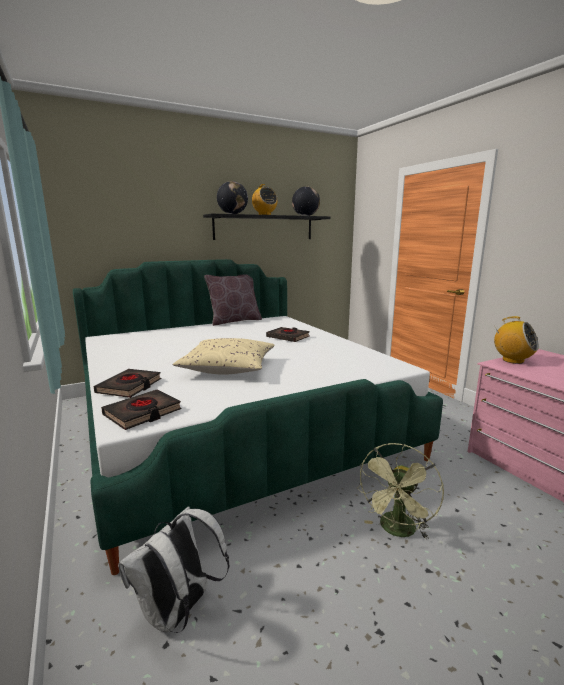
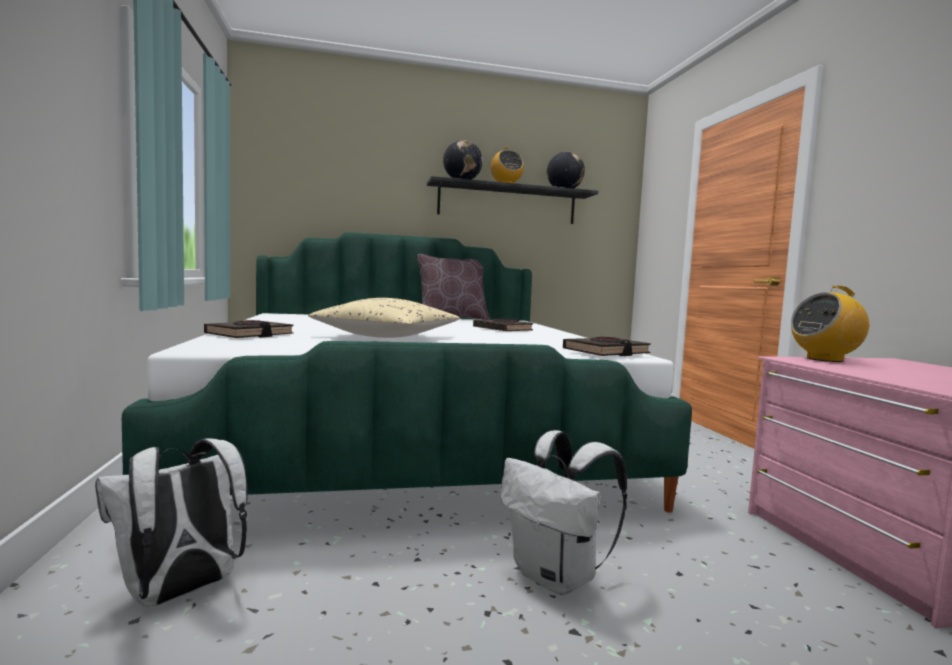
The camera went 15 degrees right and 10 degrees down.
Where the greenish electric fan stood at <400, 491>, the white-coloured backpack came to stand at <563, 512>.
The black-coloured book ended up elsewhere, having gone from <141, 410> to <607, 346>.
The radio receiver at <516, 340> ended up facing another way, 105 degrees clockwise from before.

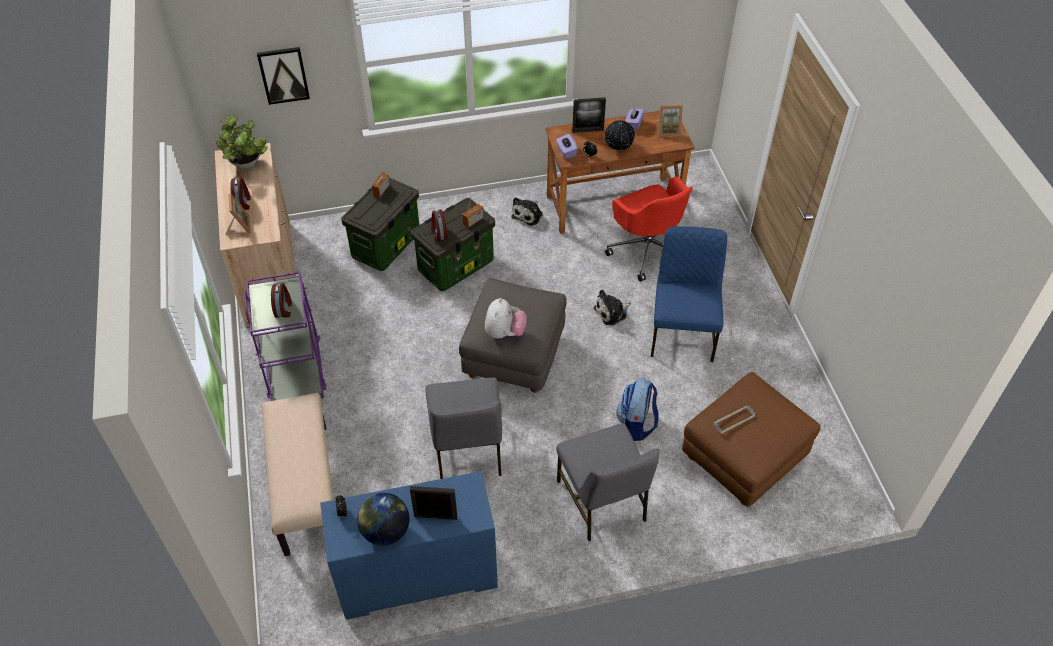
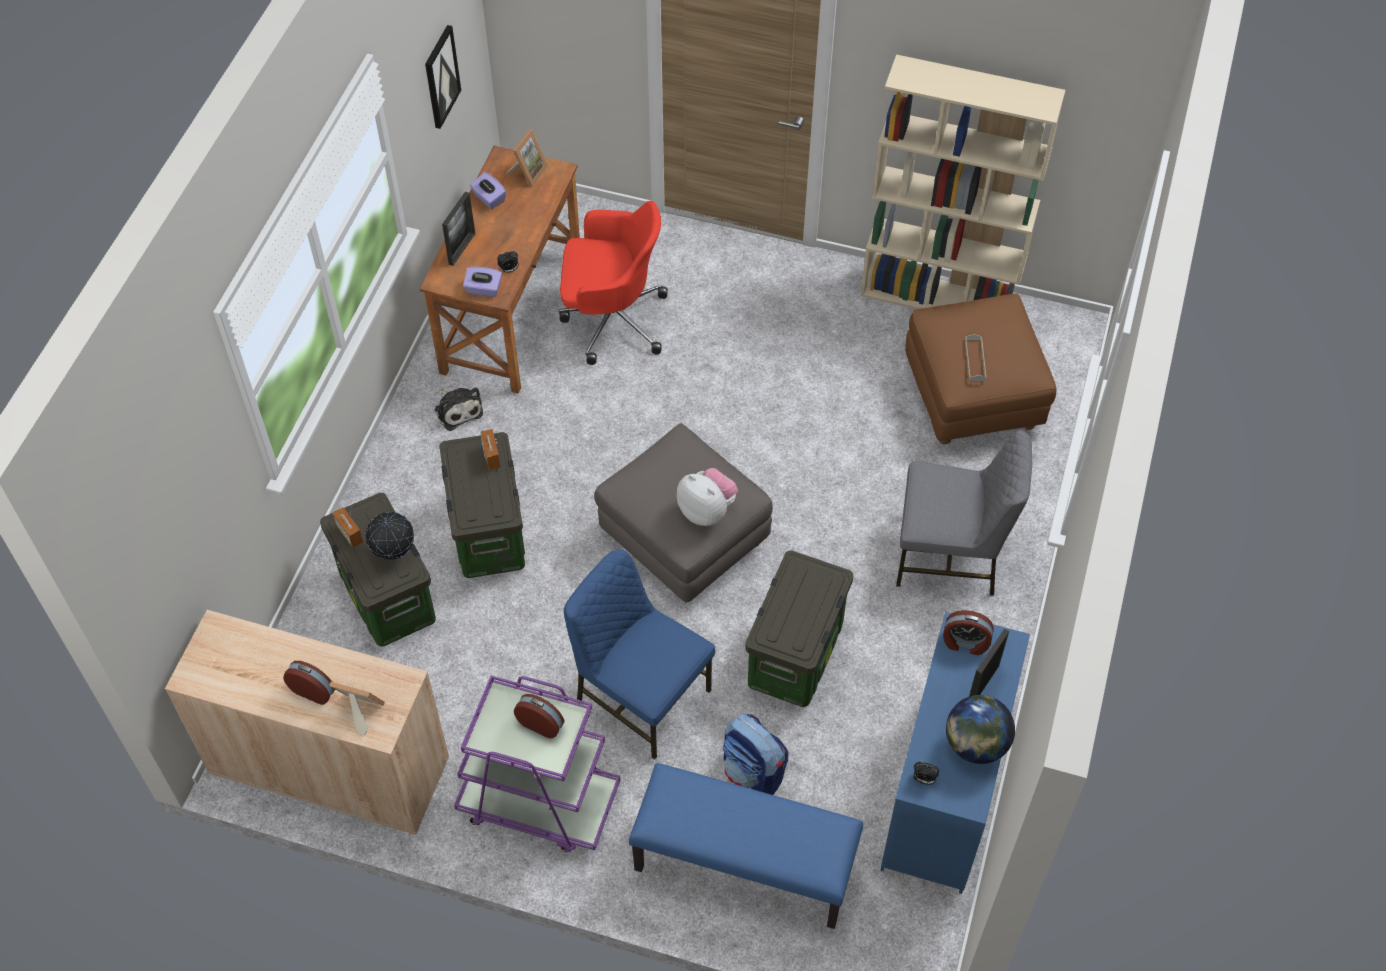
The camera went 60 degrees left and 5 degrees up.
The world globe ended up elsewhere, having gone from <620, 135> to <390, 536>.
The wall picture ended up elsewhere, having gone from <283, 76> to <443, 77>.
The blue-coloured plain chair ended up elsewhere, having gone from <689, 294> to <639, 654>.
What was the beige indoor bench at <297, 474> turned into the blue-coloured indoor bench at <746, 846>.
The backpack ended up elsewhere, having gone from <637, 409> to <756, 754>.
Where the grey plain chair stood at <463, 428>, the storage box came to stand at <799, 628>.
The second view gained the beige shelving unit at <962, 181>.
The alarm clock ended up elsewhere, having gone from <439, 225> to <968, 632>.
The second view lost the plant in a pot at <242, 142>.
The second view lost the cuddly toy at <612, 307>.

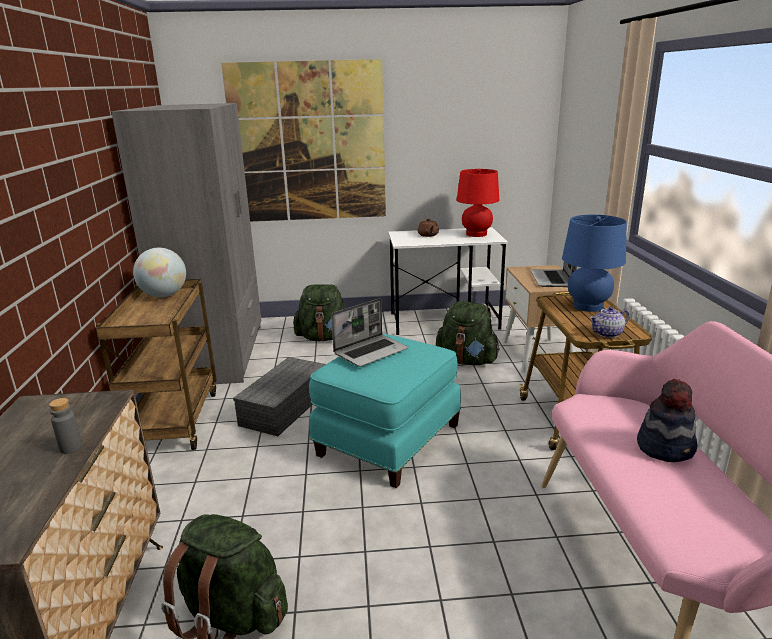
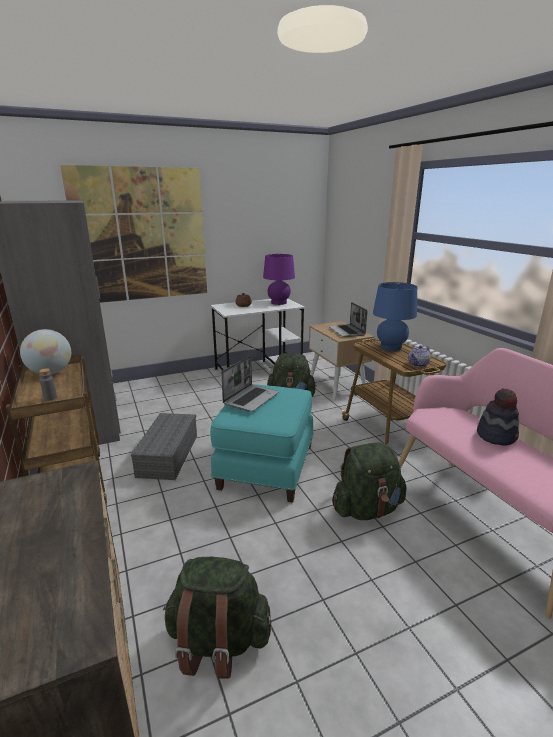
The camera went 20 degrees left and 0 degrees up.
The grey drink bottle ended up elsewhere, having gone from <65, 426> to <48, 384>.
What was the reddish lamp for a table at <478, 203> turned into the purple-coloured lamp for a table at <279, 279>.
The greenish backpack ended up elsewhere, having gone from <319, 312> to <369, 481>.

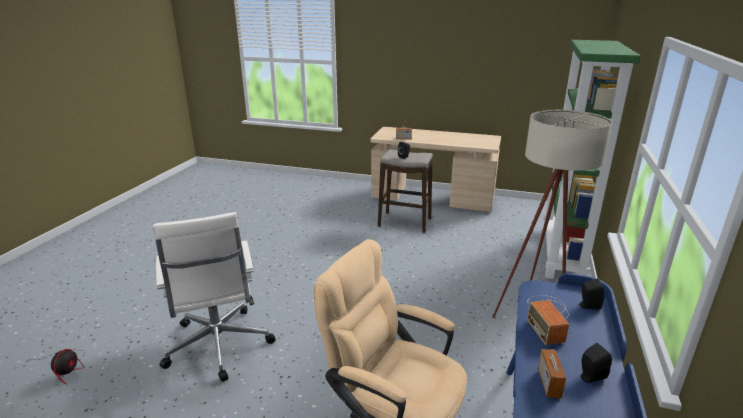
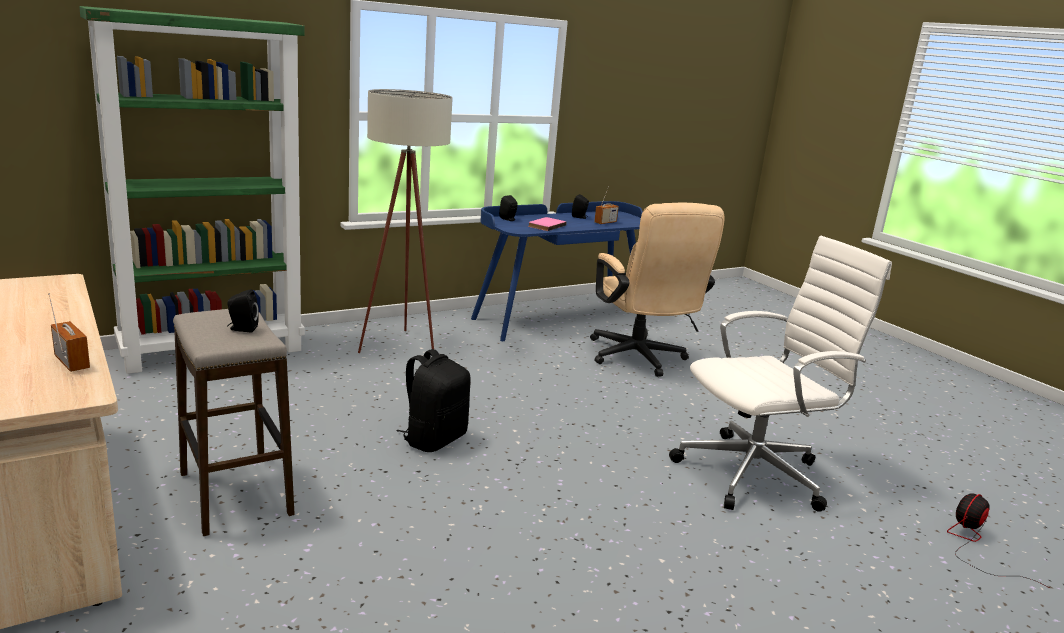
The camera went 140 degrees left and 5 degrees down.
The second view gained the black-coloured backpack at <433, 400>.
Where the radio receiver stood at <548, 320>, the pink-coloured book came to stand at <547, 224>.
The white-coloured office chair at <214, 297> ended up facing another way, 45 degrees clockwise from before.

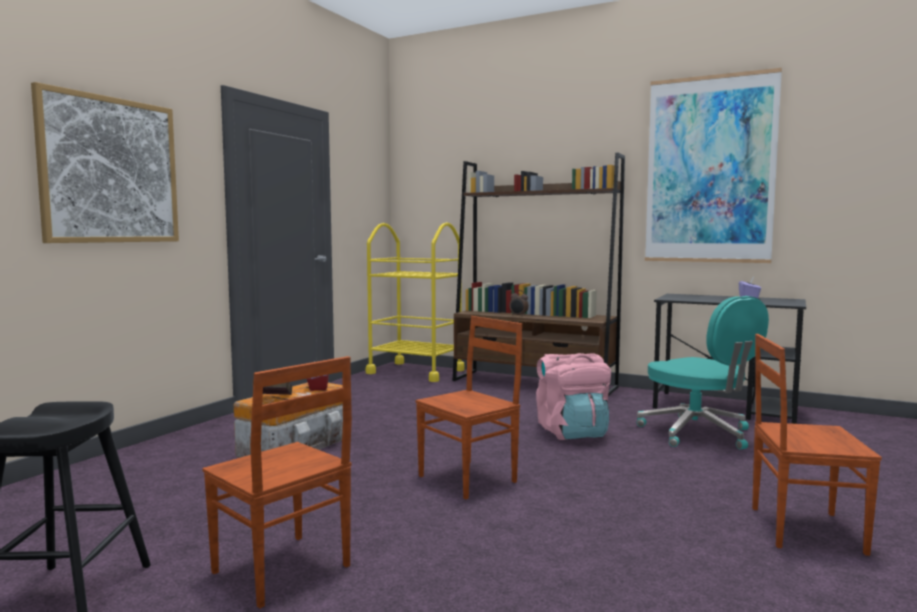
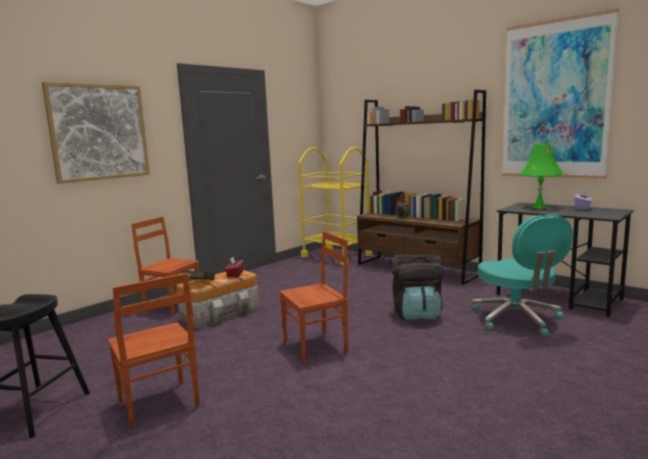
The camera went 15 degrees right and 5 degrees up.
The brownish plain chair ended up elsewhere, having gone from <817, 445> to <165, 267>.
What was the pink-coloured backpack at <573, 396> turned into the black-coloured backpack at <417, 287>.
The second view gained the greenish lamp for a table at <541, 175>.

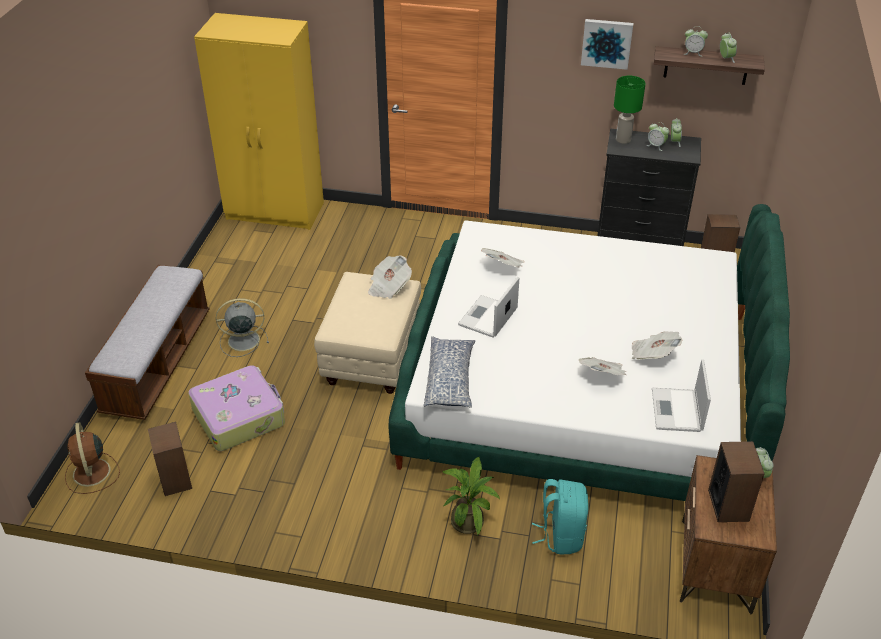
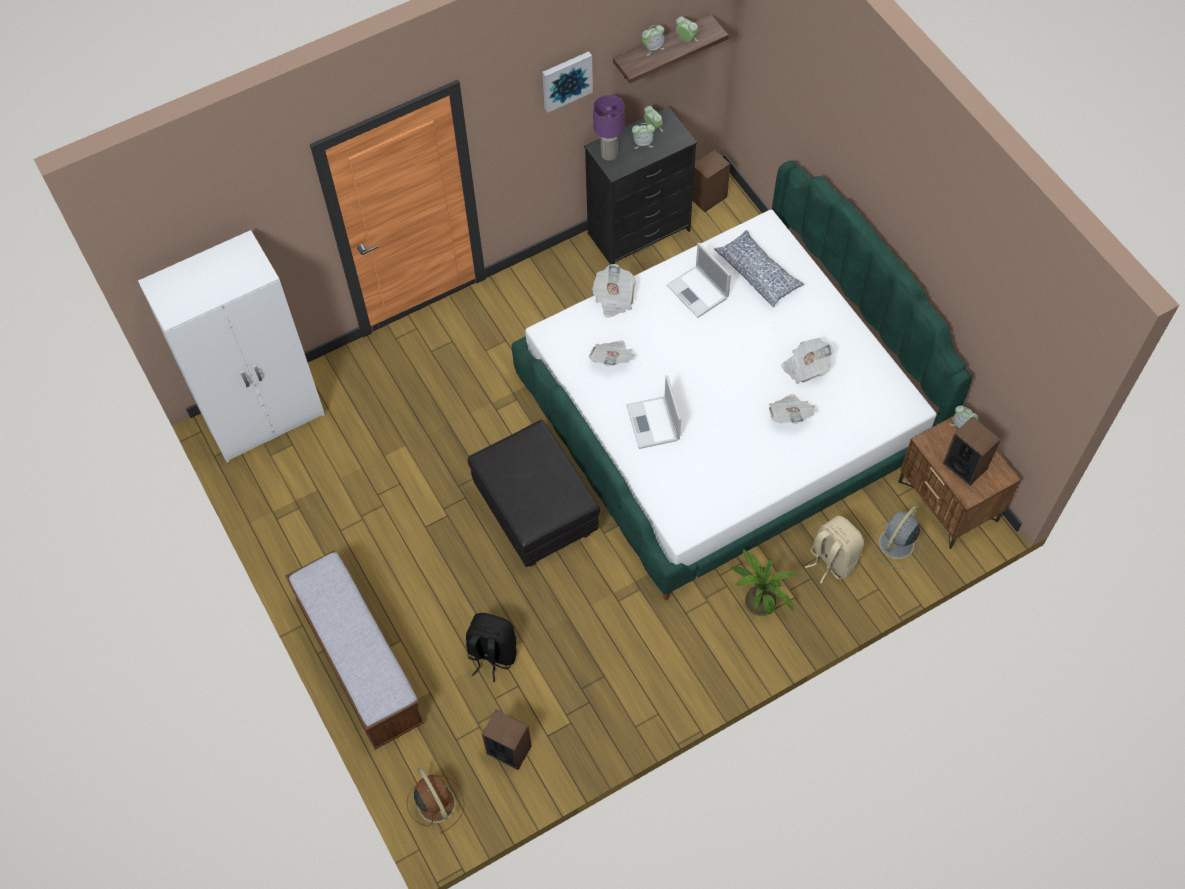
The camera went 40 degrees left and 20 degrees up.
What was the yellow wardrobe at <259, 121> turned into the white-coloured wardrobe at <231, 346>.
The brownish electric fan at <92, 458> ended up facing another way, 150 degrees counterclockwise from before.
Where the travel case stood at <236, 408>, the black-coloured backpack came to stand at <491, 647>.
What was the beige ottoman at <367, 333> turned into the black-coloured ottoman at <534, 493>.
The daily paper ended up elsewhere, having gone from <390, 277> to <614, 291>.
What was the greenish lamp for a table at <630, 110> turned into the purple-coloured lamp for a table at <609, 128>.
The portable computer ended up elsewhere, having gone from <681, 395> to <699, 280>.
The pillow ended up elsewhere, having gone from <449, 372> to <759, 268>.
What was the turquoise backpack at <560, 516> turned into the beige backpack at <834, 549>.
The grey electric fan ended up elsewhere, having gone from <242, 327> to <895, 537>.

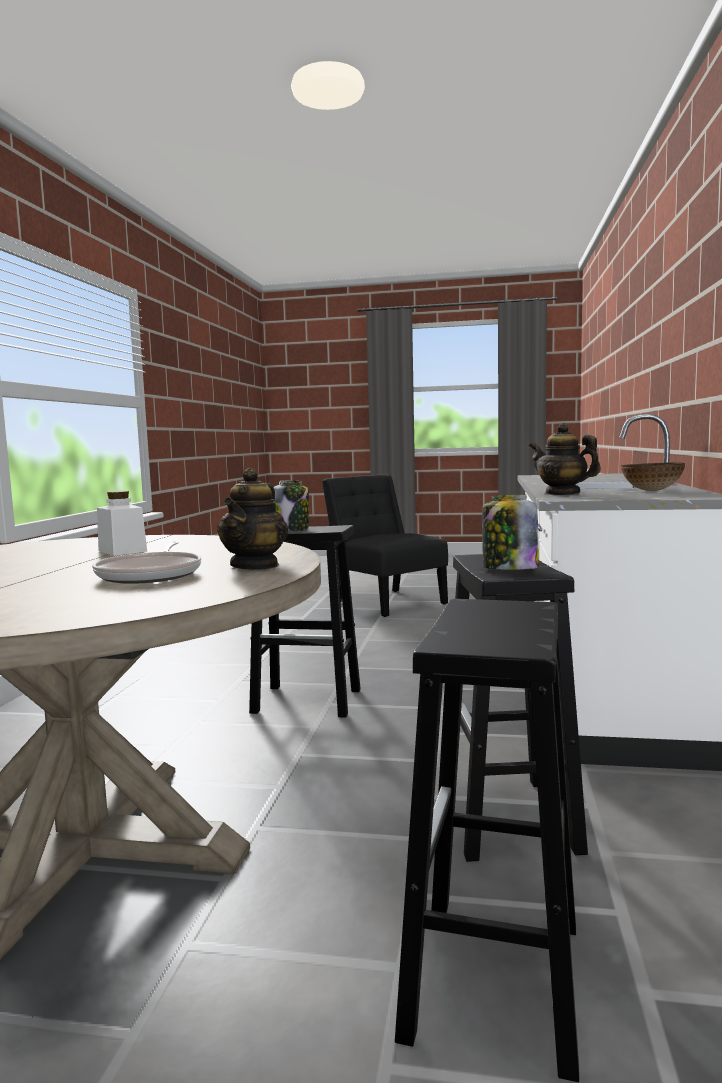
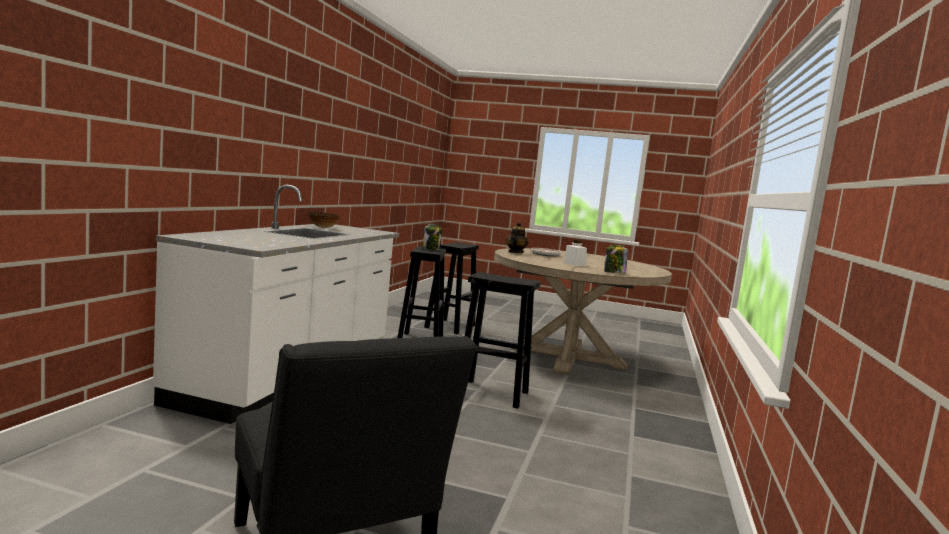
The camera went 175 degrees left and 0 degrees up.
The jar ended up elsewhere, having gone from <291, 505> to <616, 258>.
The second view lost the tea pot at <565, 459>.

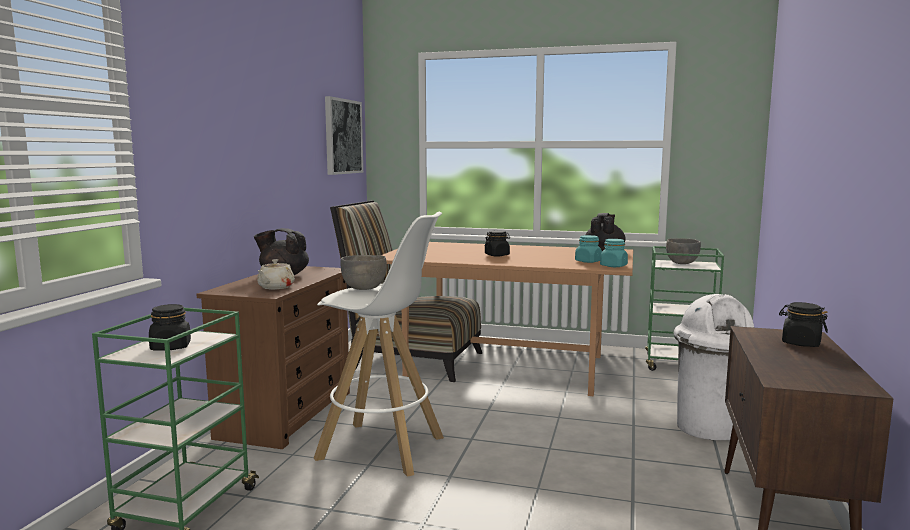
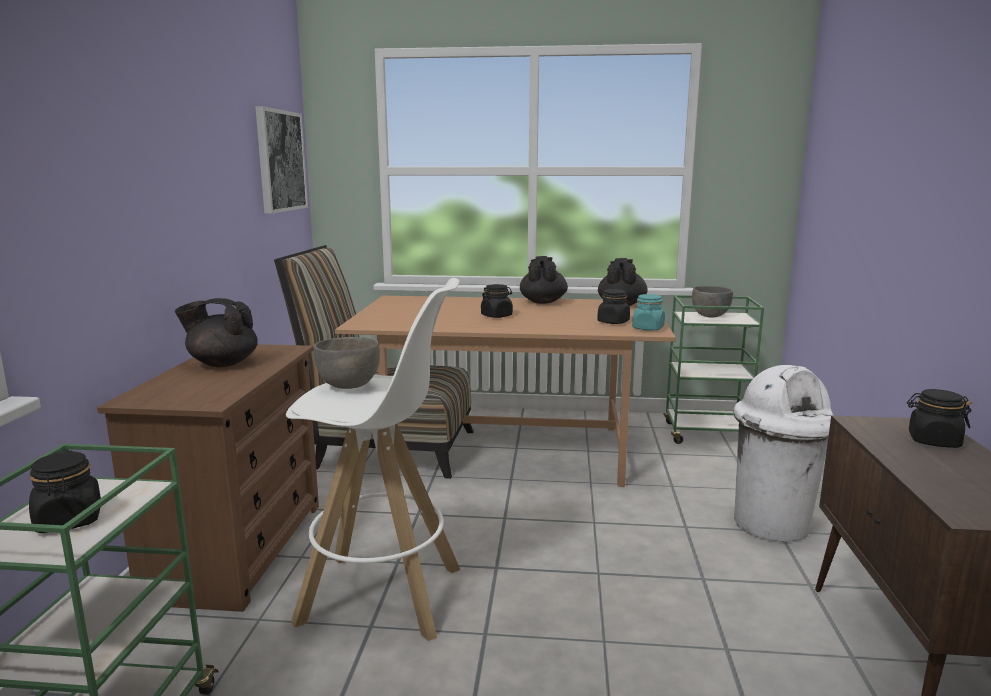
The camera went 10 degrees left and 5 degrees up.
The second view gained the black-coloured tea pot at <544, 280>.
What was the turquoise jar at <588, 249> turned into the black-coloured jar at <613, 306>.
The second view lost the beige tea pot at <276, 274>.

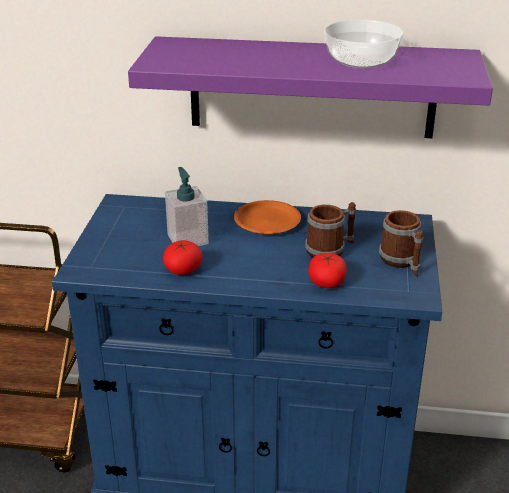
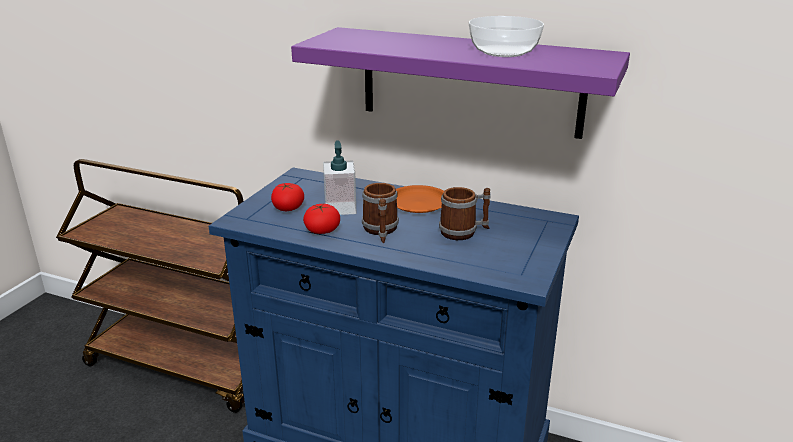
The camera went 15 degrees right and 5 degrees down.
The whole tomato ended up elsewhere, having gone from <328, 270> to <287, 197>.
The coffee mug ended up elsewhere, having gone from <401, 243> to <380, 213>.

